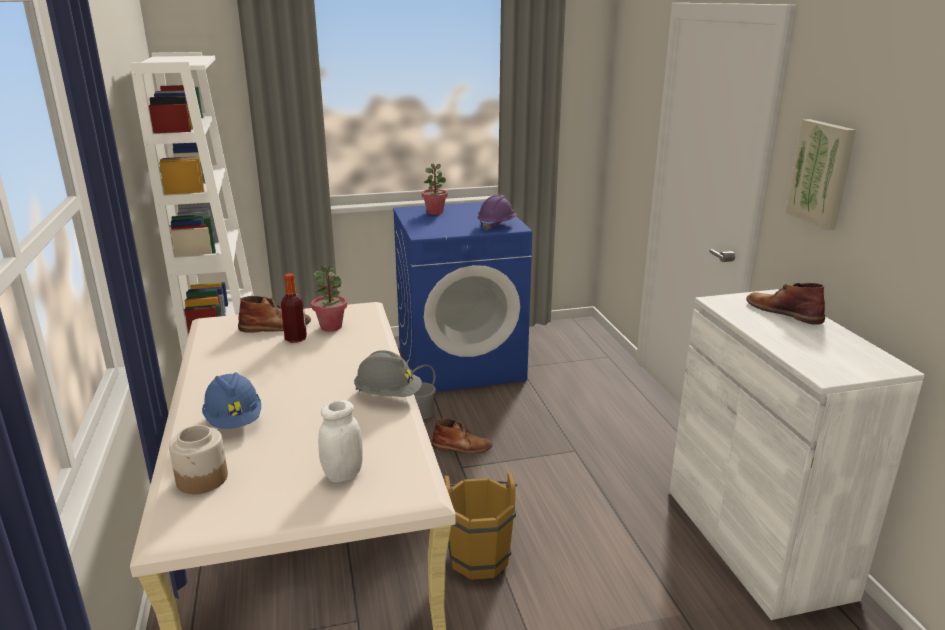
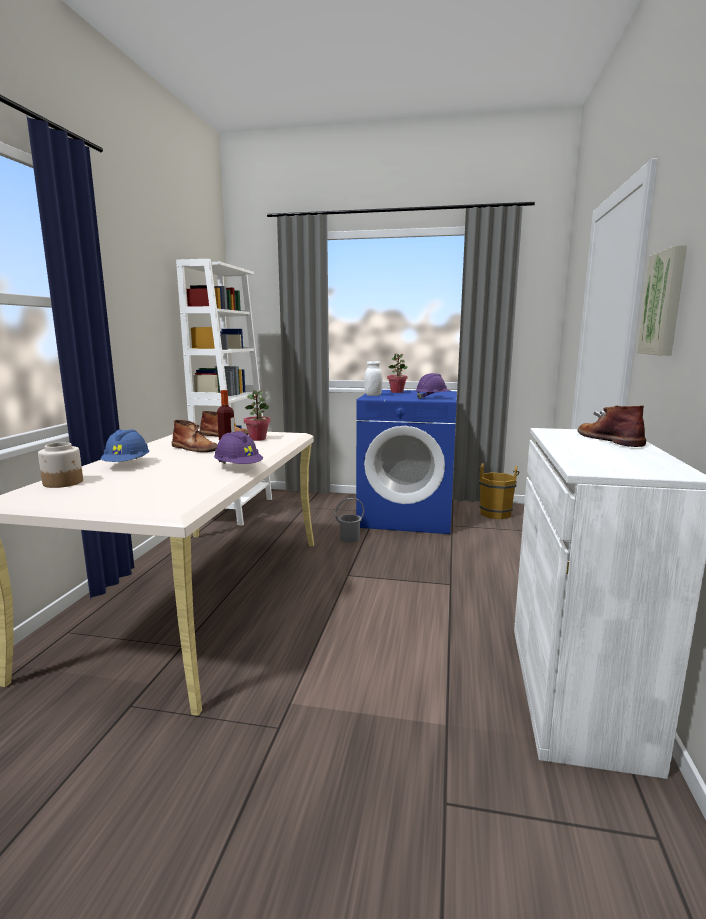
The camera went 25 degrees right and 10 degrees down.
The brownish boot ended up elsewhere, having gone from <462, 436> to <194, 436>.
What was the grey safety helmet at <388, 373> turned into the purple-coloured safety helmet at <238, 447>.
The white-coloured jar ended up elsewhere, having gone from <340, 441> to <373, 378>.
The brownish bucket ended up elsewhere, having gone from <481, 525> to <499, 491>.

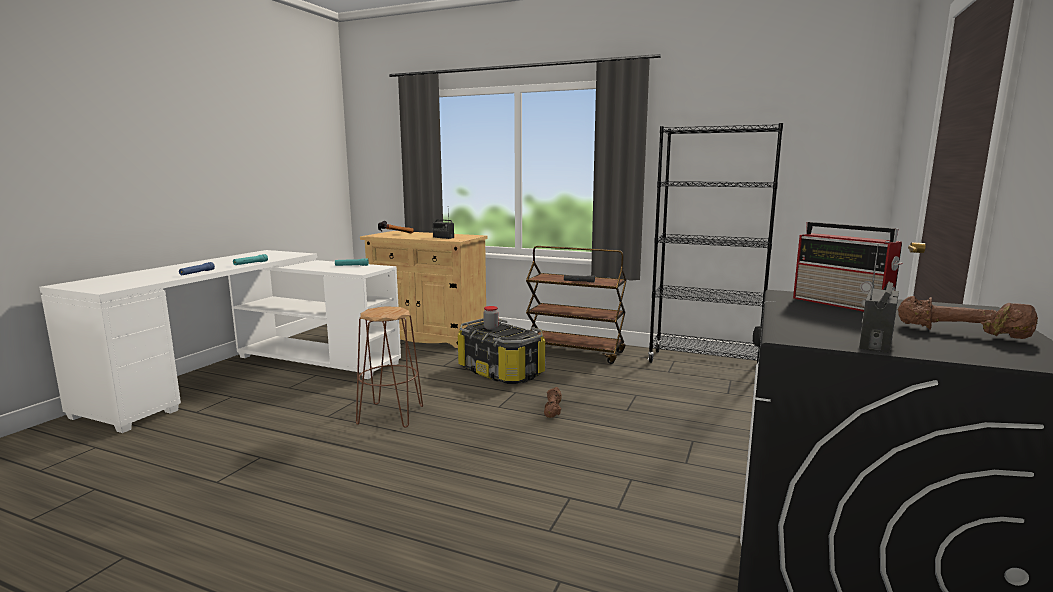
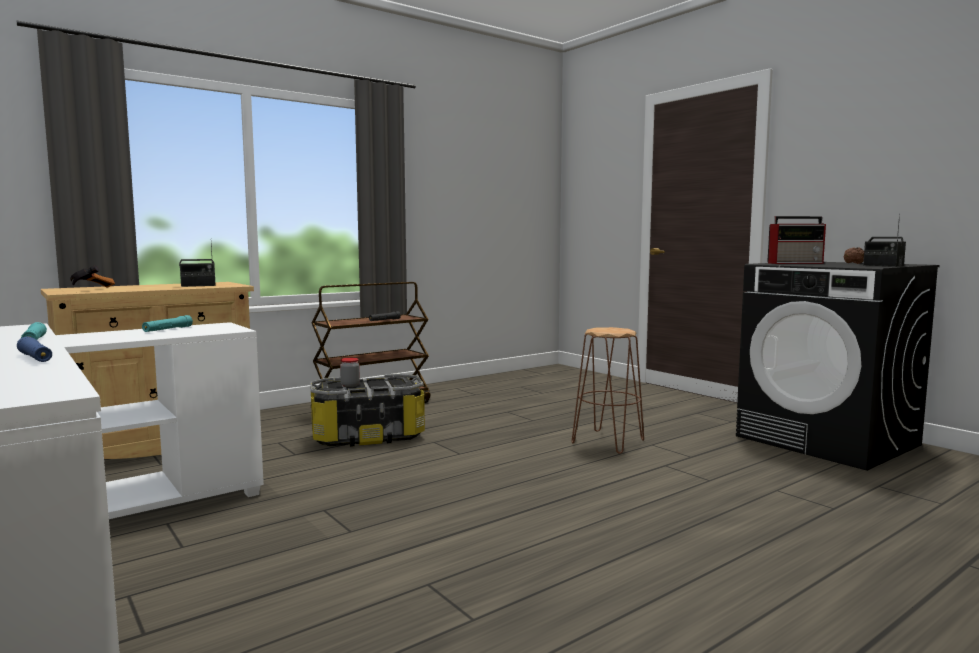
The camera went 60 degrees left and 5 degrees down.
The brownish stool ended up elsewhere, having gone from <389, 367> to <608, 390>.
The second view lost the brownish hand weight at <553, 402>.
The second view lost the black-coloured shelving unit at <715, 245>.

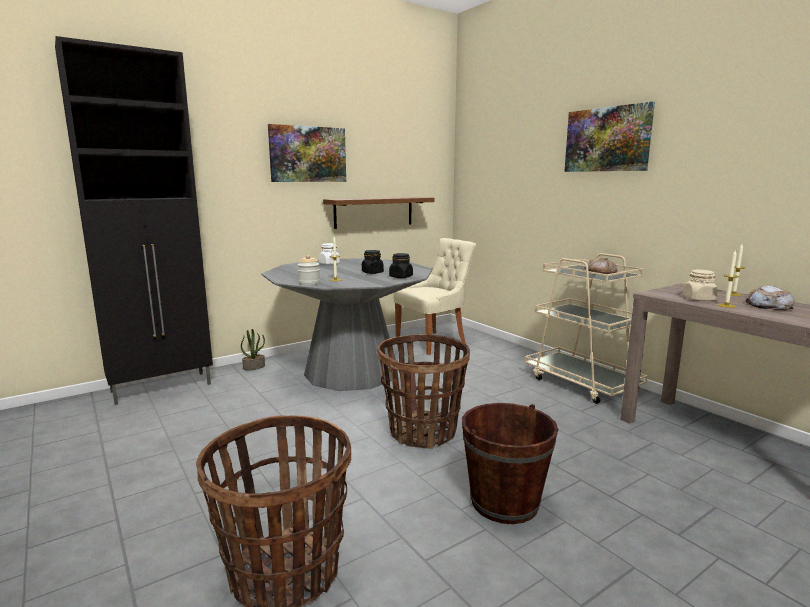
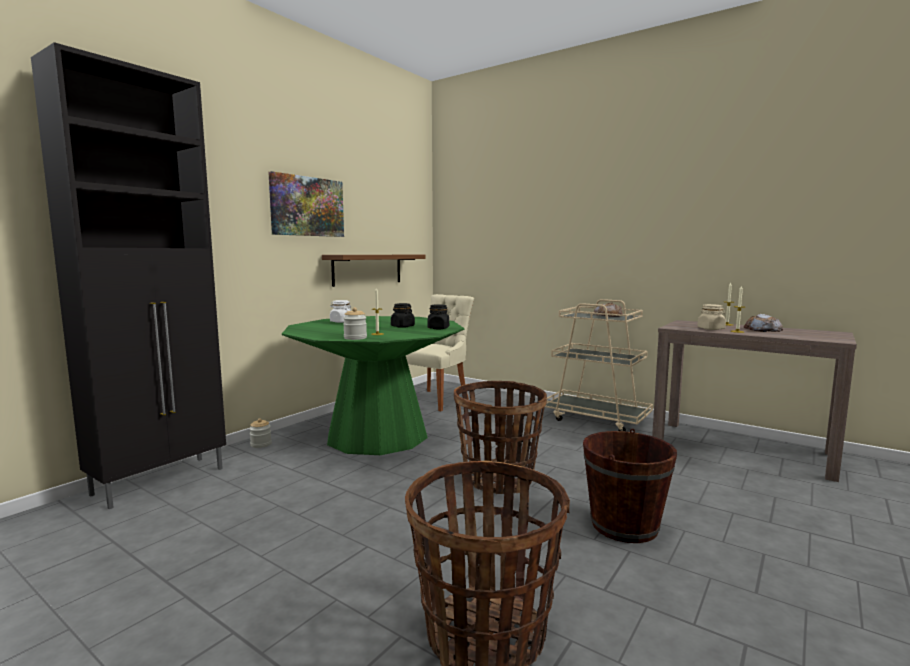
The camera went 20 degrees left and 5 degrees down.
Where the plant in a pot stood at <253, 349>, the jar came to stand at <260, 433>.
What was the grey dining table at <347, 324> turned into the greenish dining table at <373, 385>.
The second view lost the wall picture at <609, 137>.

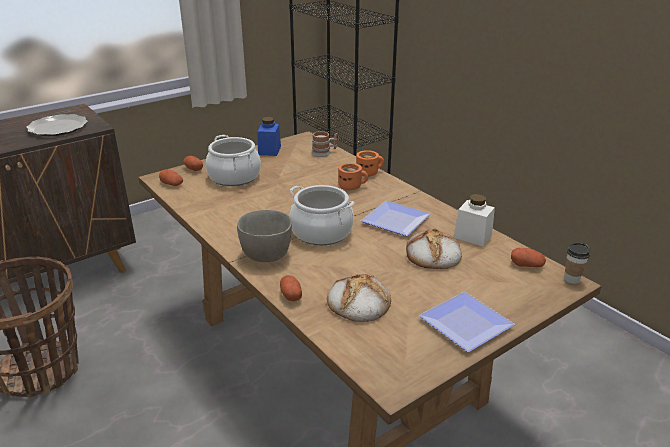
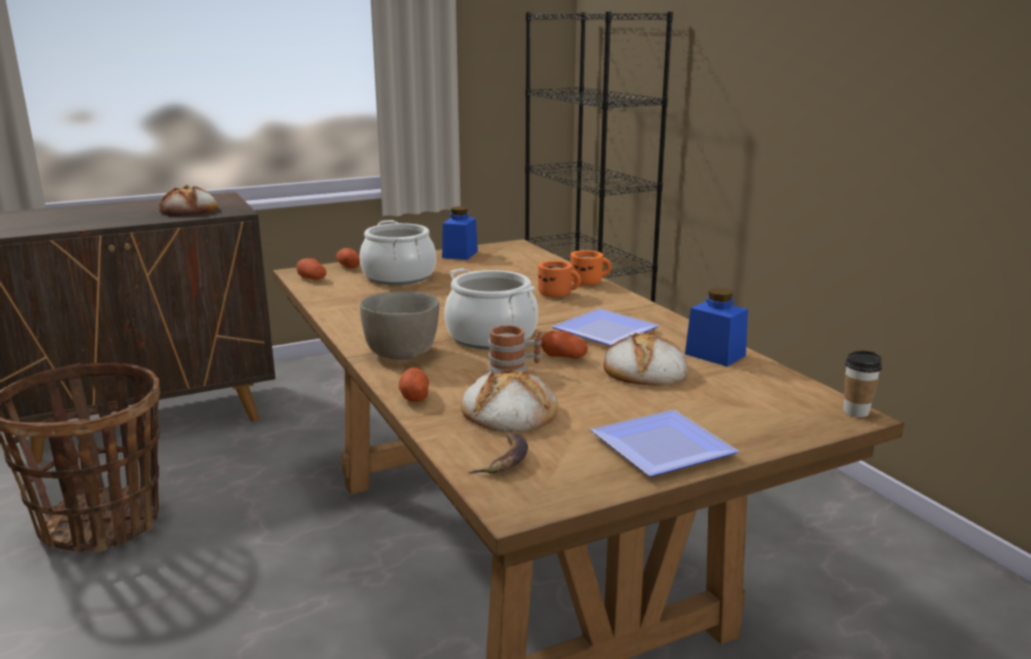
The camera went 10 degrees right and 10 degrees down.
Where the plate stood at <57, 125>, the baked bread came to stand at <188, 200>.
The second view gained the banana at <498, 453>.
The coffee mug ended up elsewhere, having gone from <324, 144> to <515, 349>.
The potato ended up elsewhere, having gone from <528, 257> to <564, 344>.
What was the white-coloured jar at <474, 220> turned into the blue-coloured jar at <716, 327>.

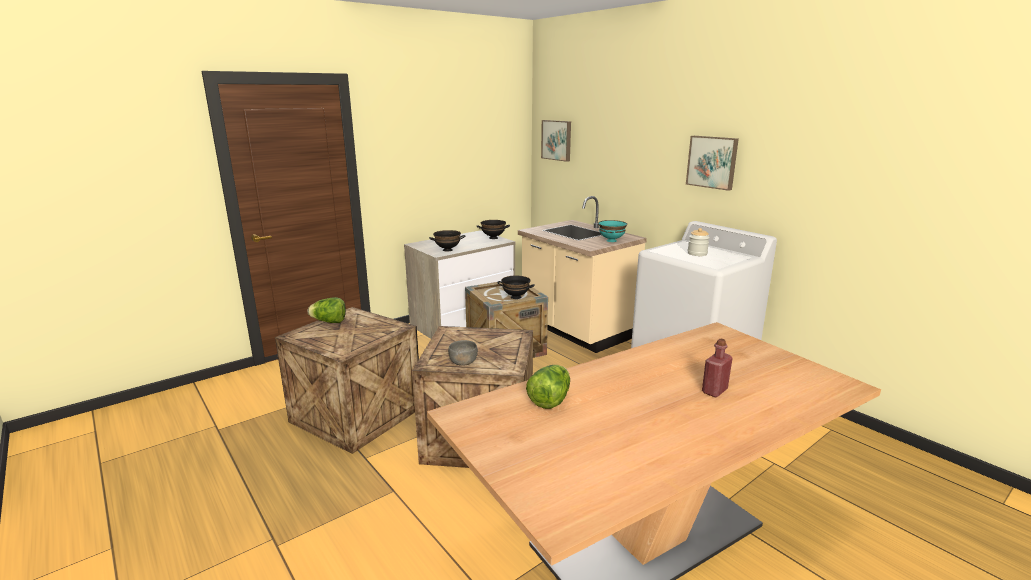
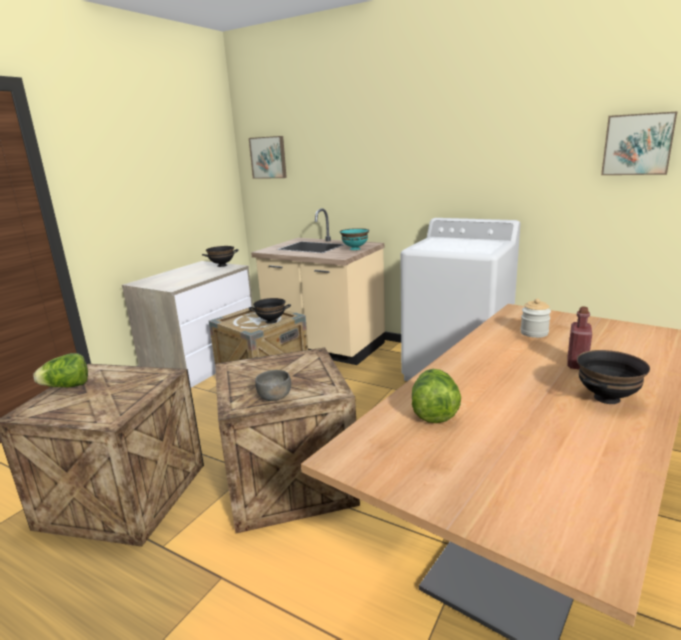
The camera went 20 degrees left and 0 degrees up.
The jar ended up elsewhere, having gone from <699, 242> to <535, 318>.
The black-coloured deep dish ended up elsewhere, having gone from <447, 241> to <613, 377>.
The wall picture ended up elsewhere, having gone from <712, 163> to <639, 143>.

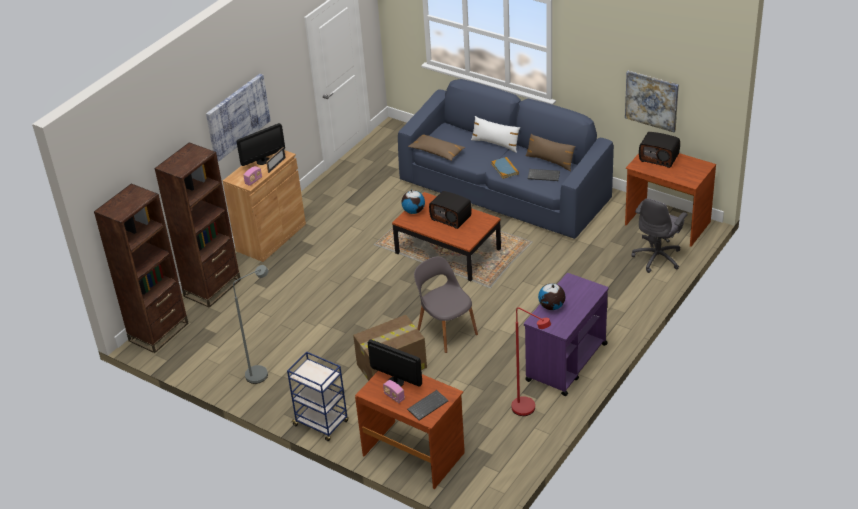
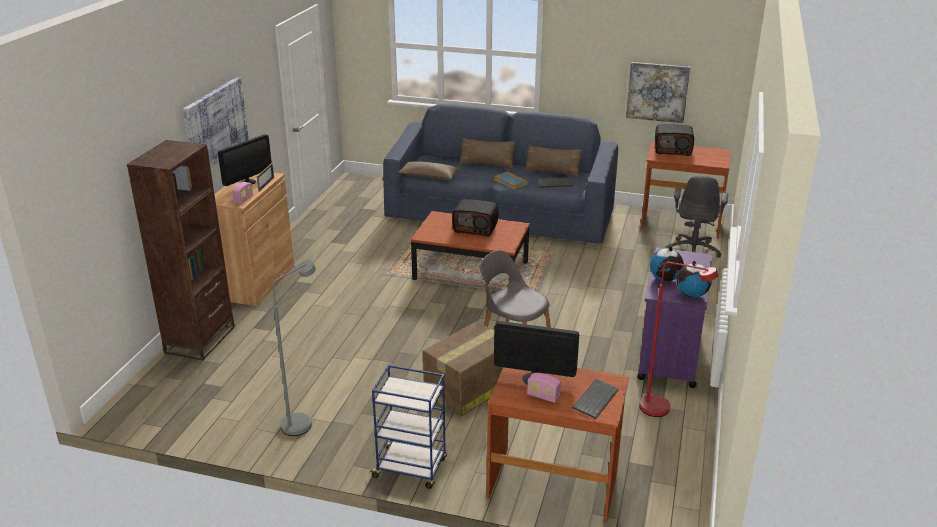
The camera went 20 degrees left and 10 degrees down.
What was the white-coloured pillow at <495, 134> turned into the brownish pillow at <487, 153>.
The world globe ended up elsewhere, having gone from <413, 201> to <694, 279>.
The second view lost the brownish shelving unit at <141, 268>.

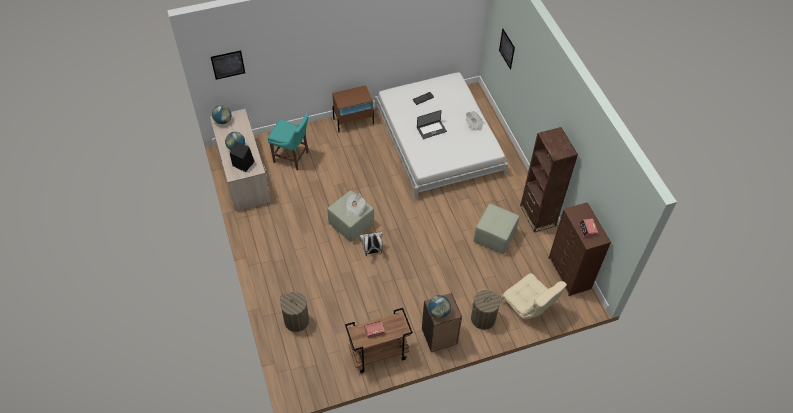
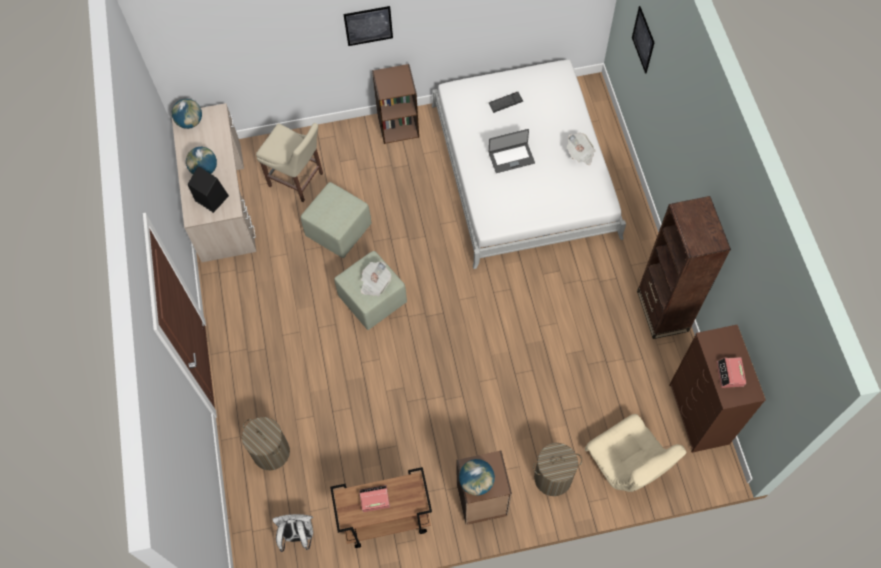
The camera went 10 degrees right and 10 degrees up.
What was the turquoise plain chair at <288, 141> turned into the beige plain chair at <289, 162>.
The white-coloured backpack ended up elsewhere, having gone from <371, 244> to <292, 533>.
The greenish ottoman ended up elsewhere, having gone from <496, 229> to <336, 220>.
The wall picture ended up elsewhere, having gone from <228, 65> to <368, 26>.
Where the brownish nightstand stood at <353, 108>, the brownish shelving unit came to stand at <395, 104>.

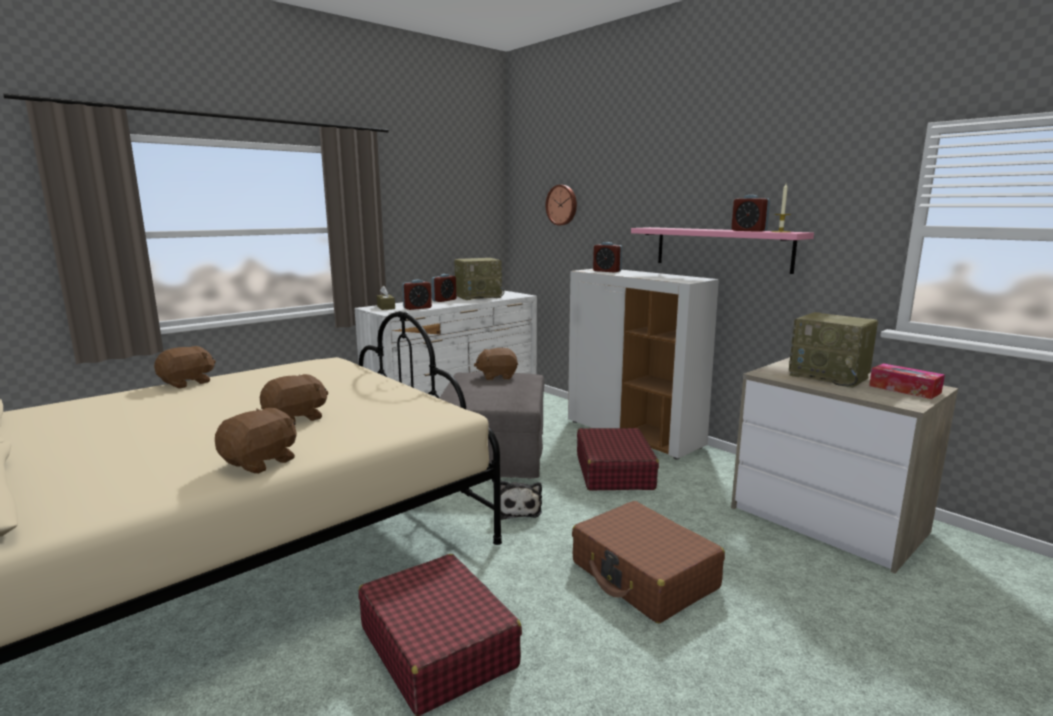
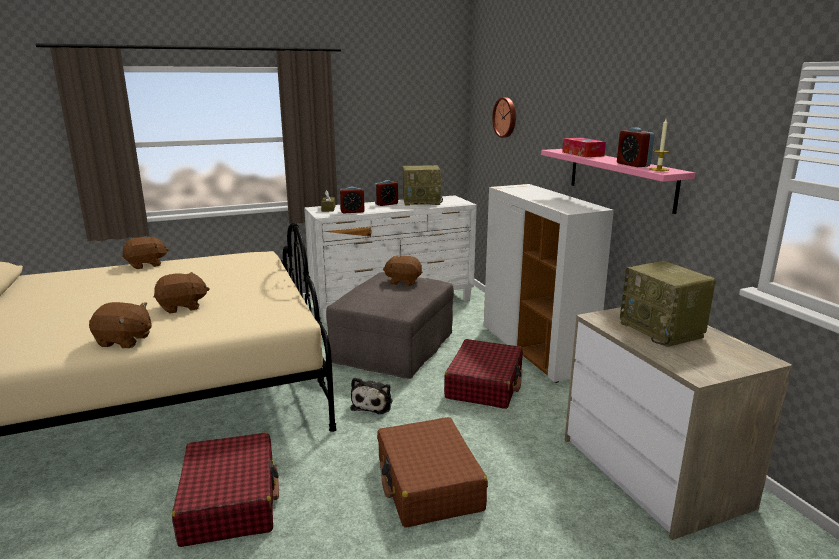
The camera went 20 degrees right and 5 degrees up.
The brownish cuddly toy at <256, 441> ended up facing another way, 45 degrees clockwise from before.
The tissue box ended up elsewhere, having gone from <907, 381> to <584, 147>.
The second view lost the alarm clock at <607, 257>.

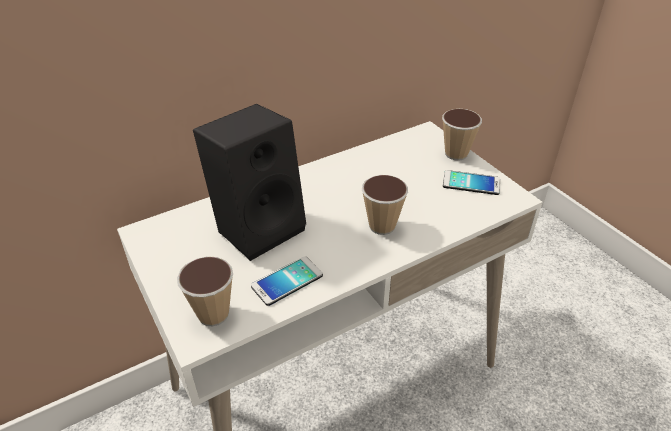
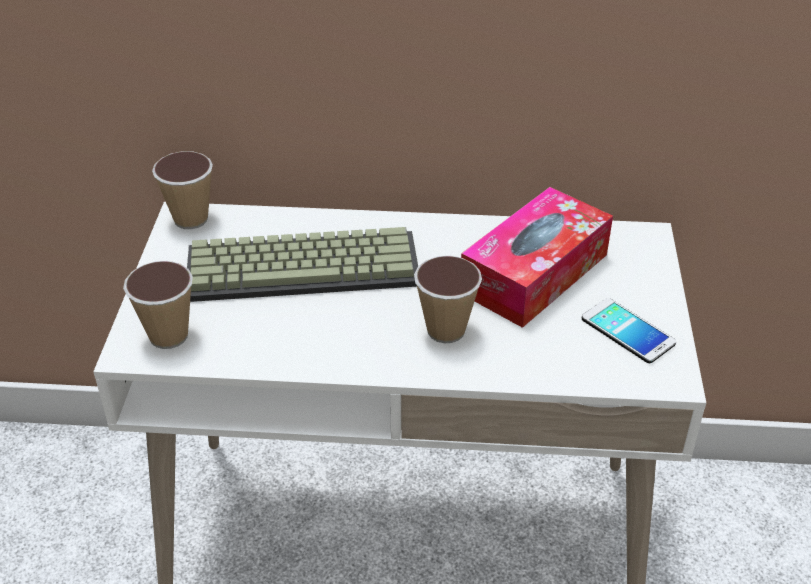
The camera went 35 degrees right and 0 degrees up.
The small cup ended up elsewhere, having gone from <462, 135> to <182, 190>.
Where the black-coloured loudspeaker stood at <249, 182>, the computer keyboard came to stand at <302, 264>.
The second view gained the tissue box at <537, 257>.
The second view lost the handset at <287, 281>.

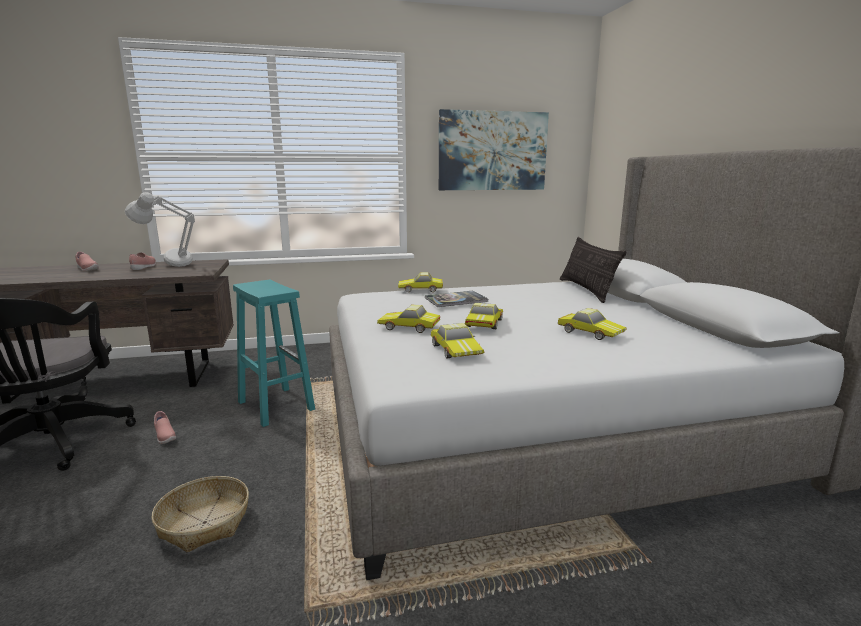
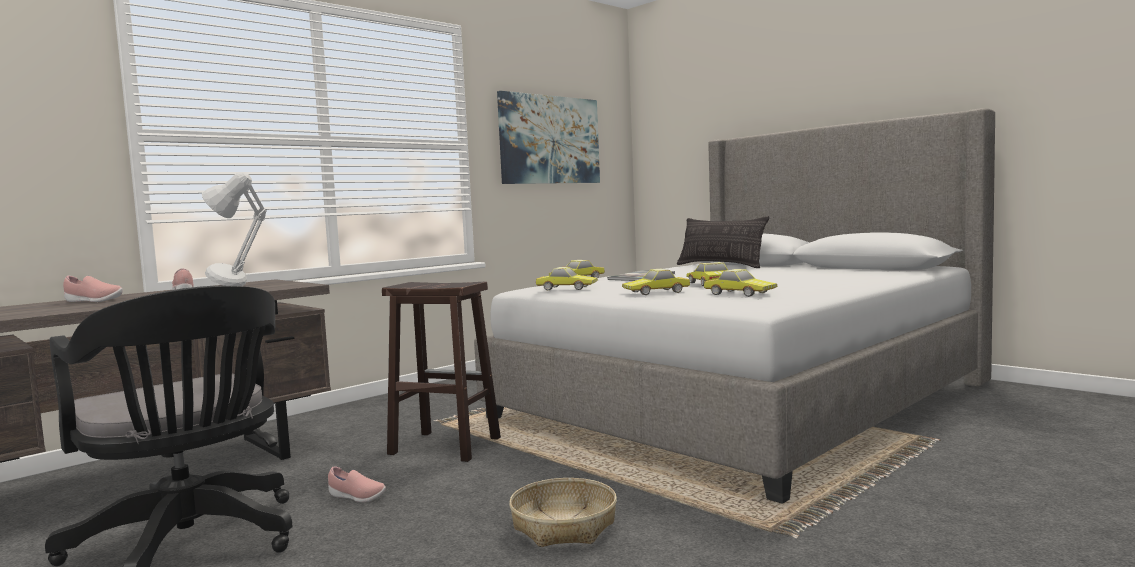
The camera went 30 degrees left and 10 degrees down.
What was the turquoise stool at <274, 353> turned into the brownish stool at <441, 372>.
The miniature car ended up elsewhere, having gone from <592, 324> to <567, 278>.

